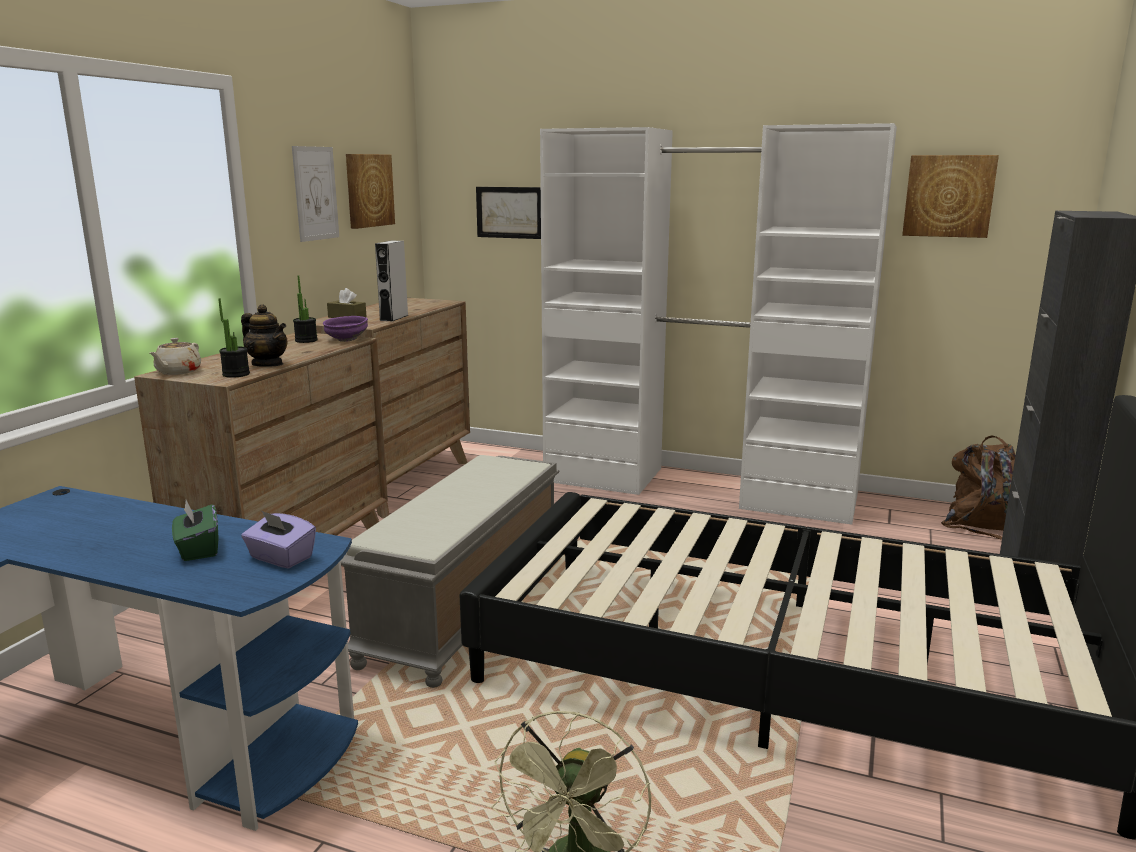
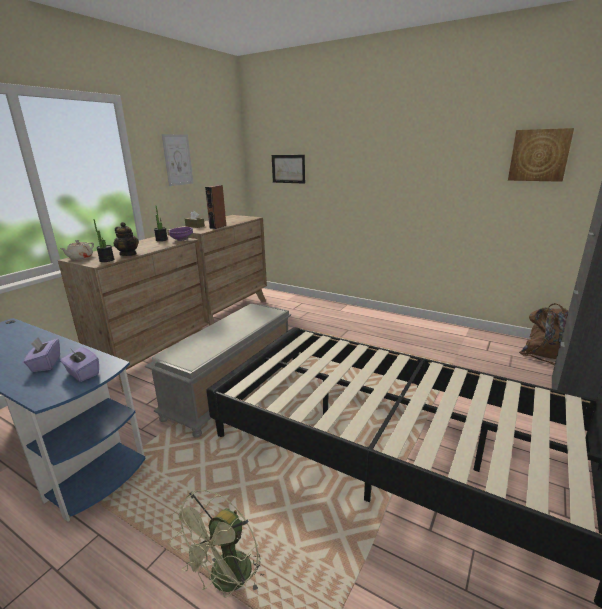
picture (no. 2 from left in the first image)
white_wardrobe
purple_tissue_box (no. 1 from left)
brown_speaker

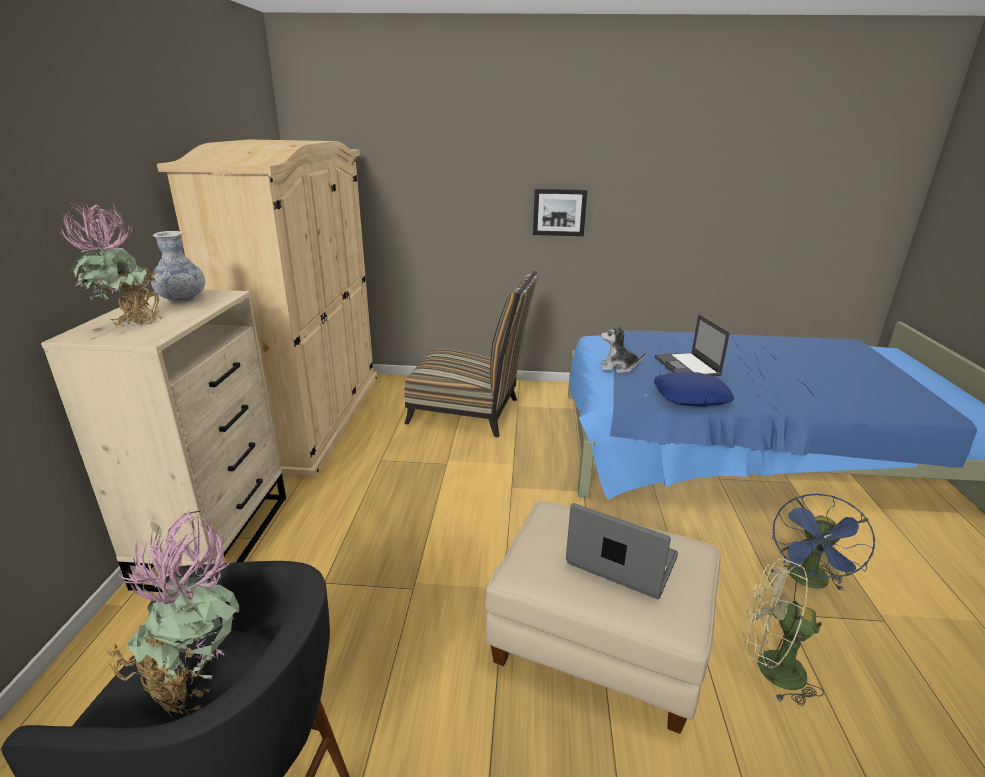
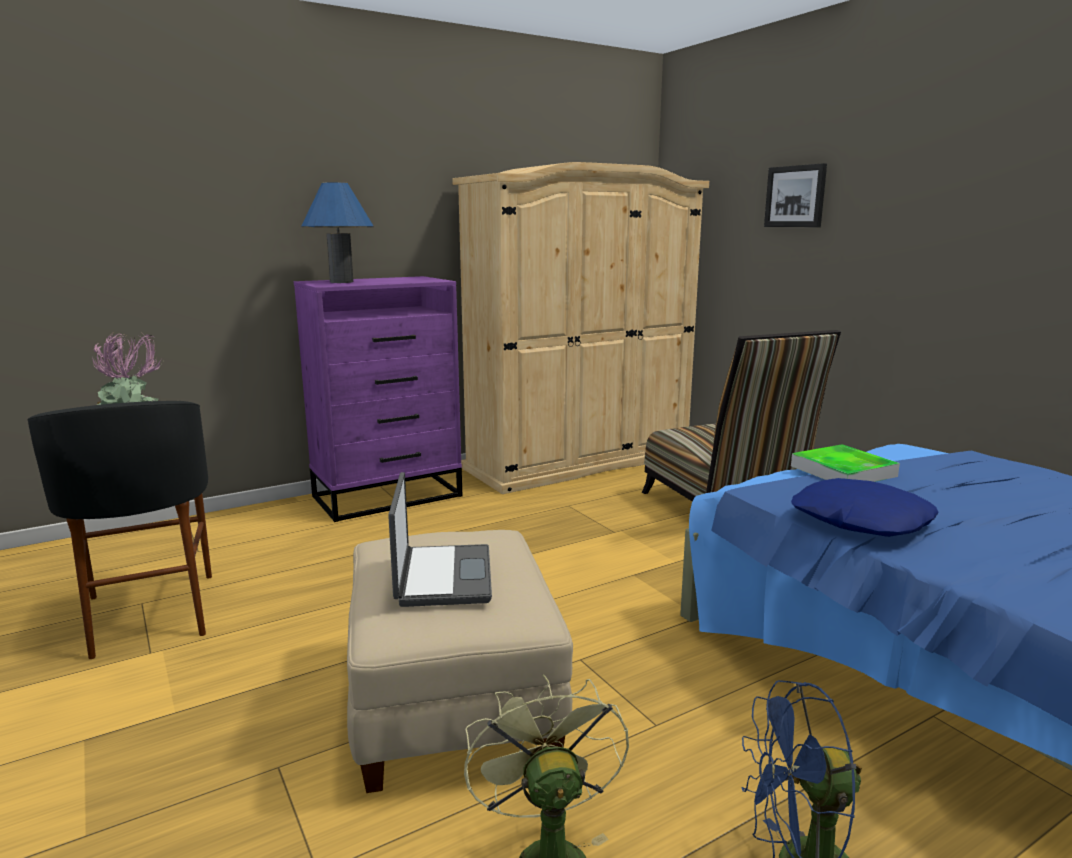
vase
laptop (no. 2 from left in the first image)
picture
blue_table_lamp
tray
purple_dresser

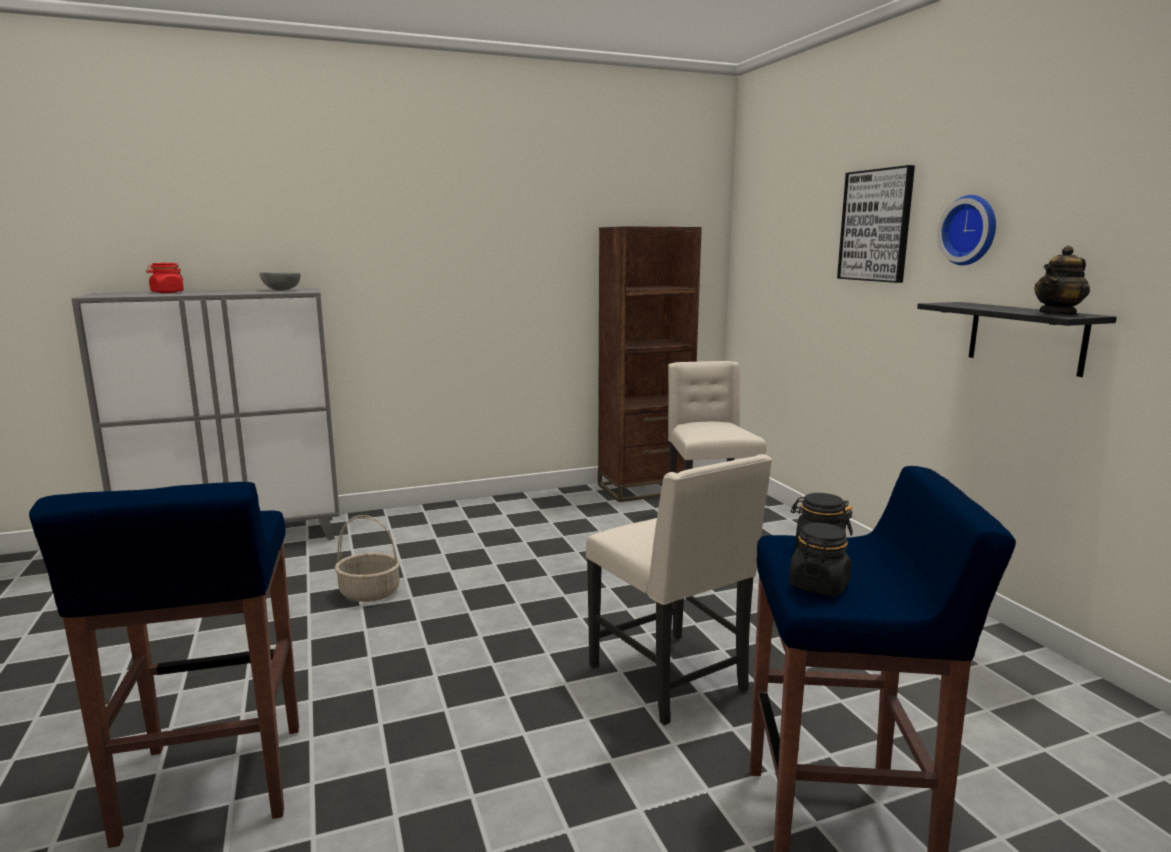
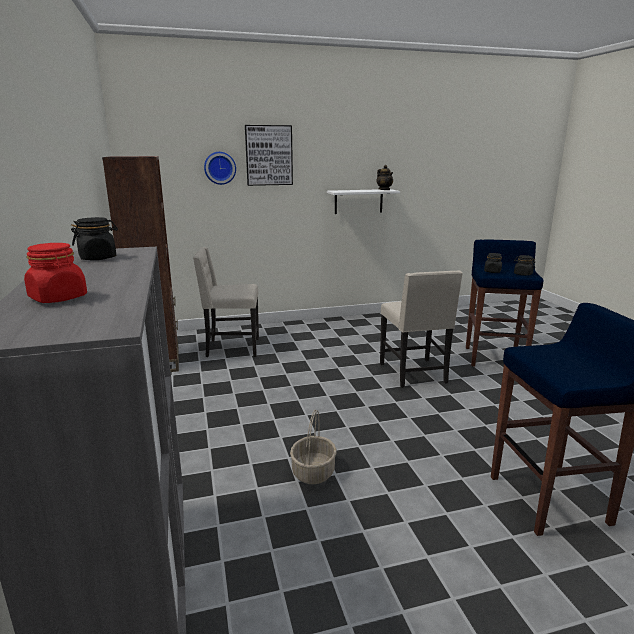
wall_clock
black_jar (no. 1 from left)
white_shelf
beige_chair (no. 2 from left)

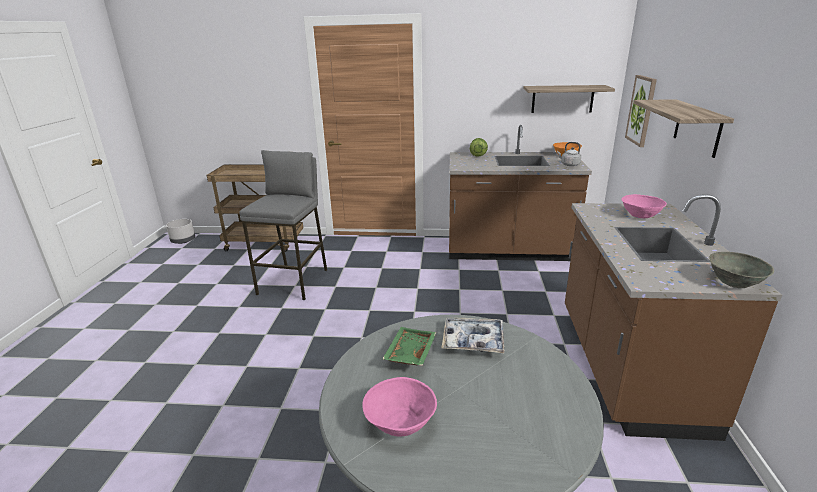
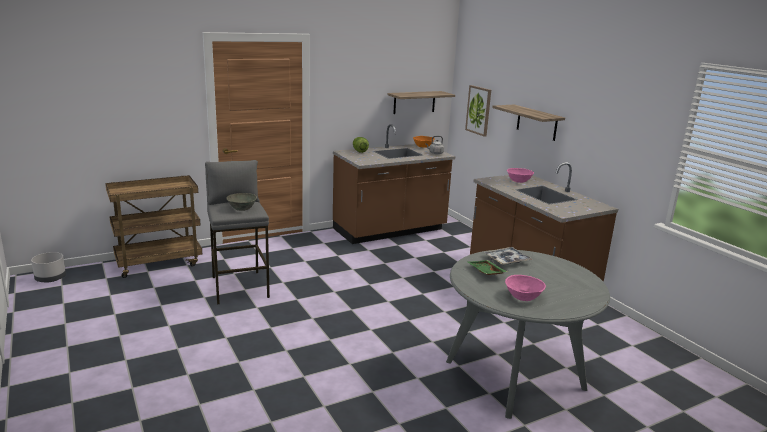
grey_bowl

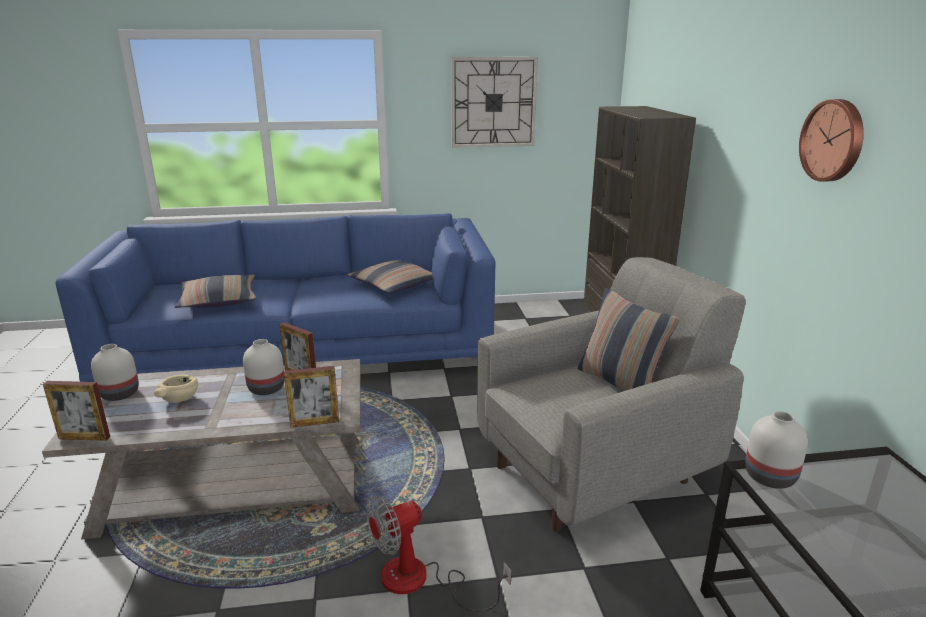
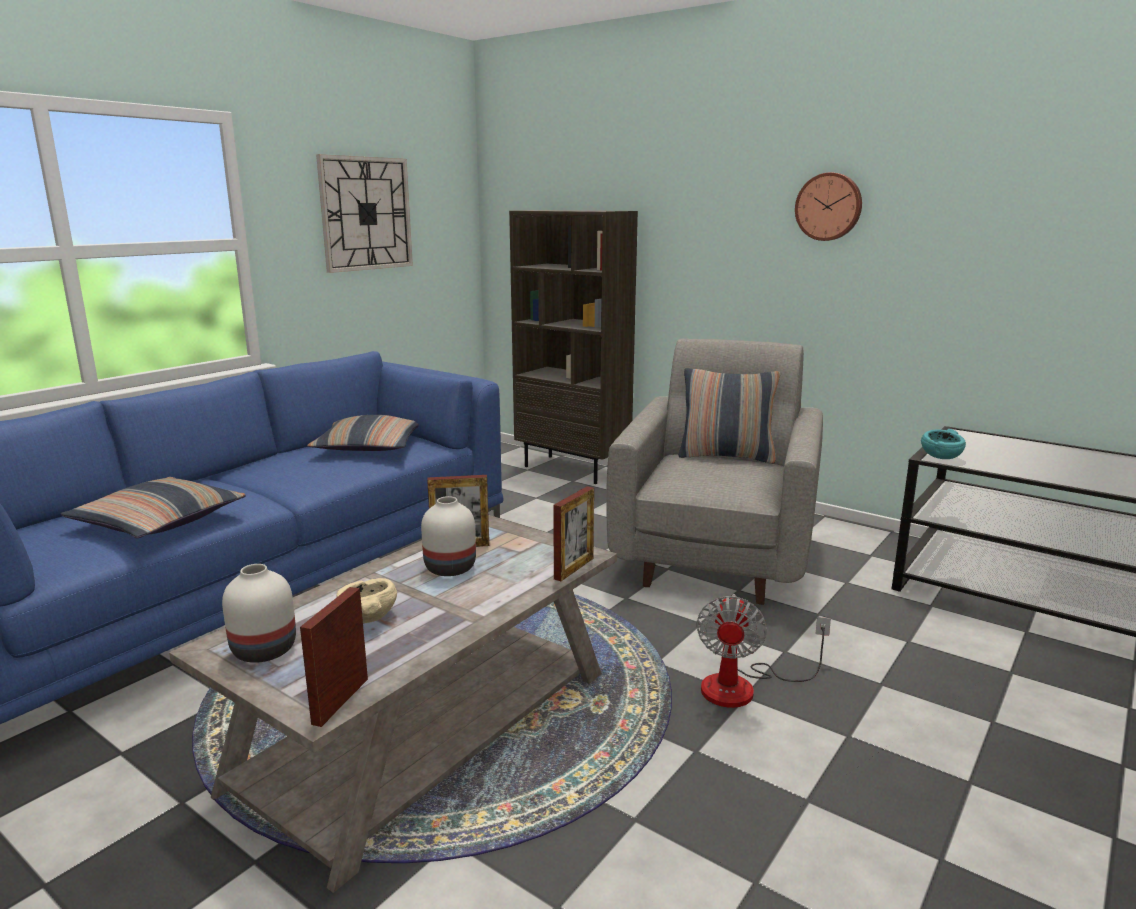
turquoise_bowl
picture_frame (no. 1 from left)

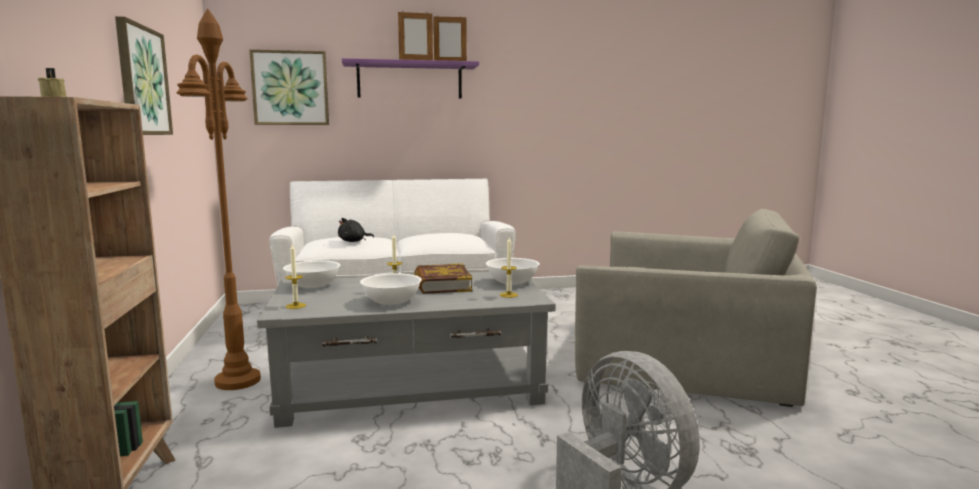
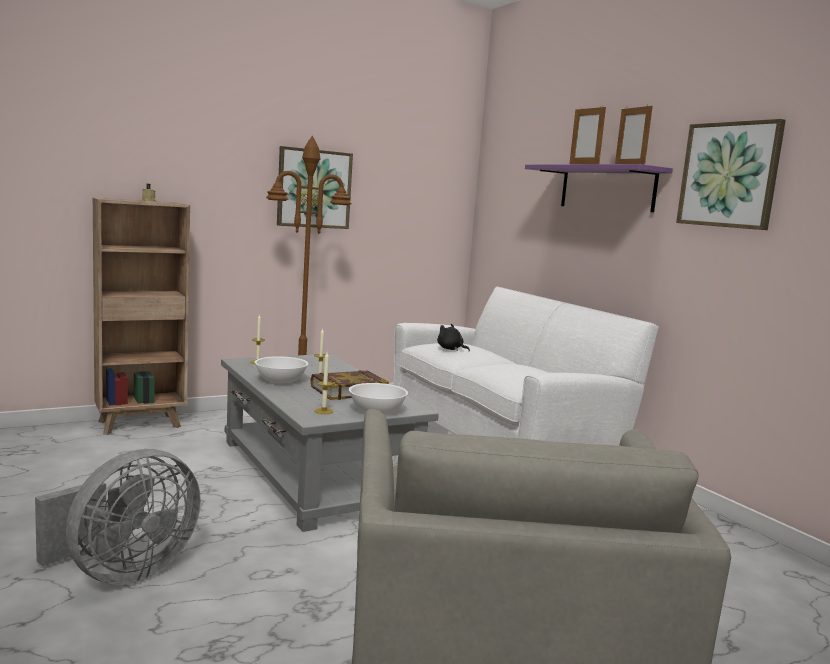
white_bowl (no. 1 from left in the first image)
picture (no. 2 from left)

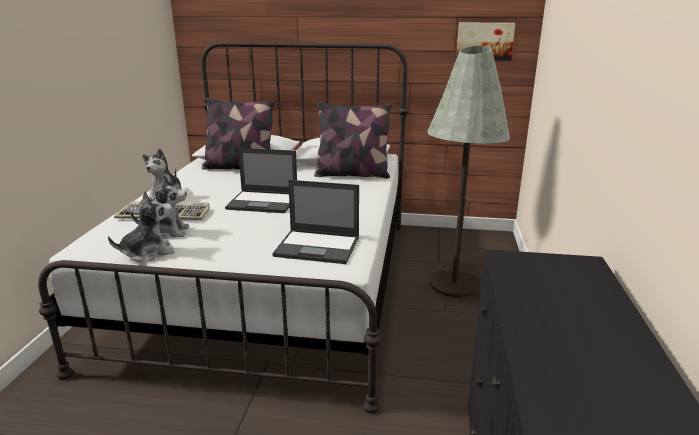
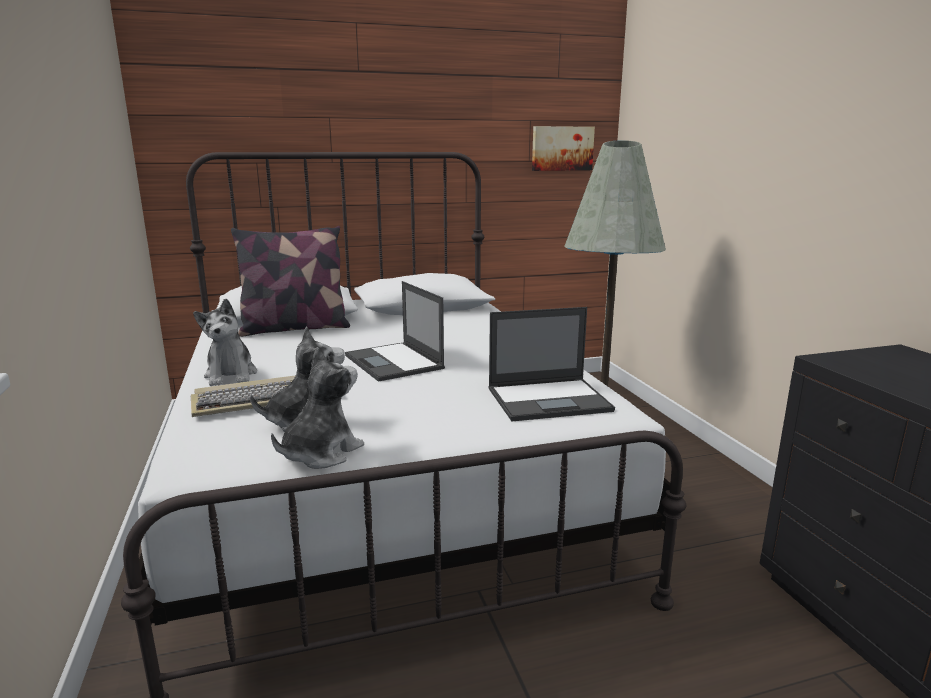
pillow (no. 2 from left in the first image)
laptop (no. 1 from left)

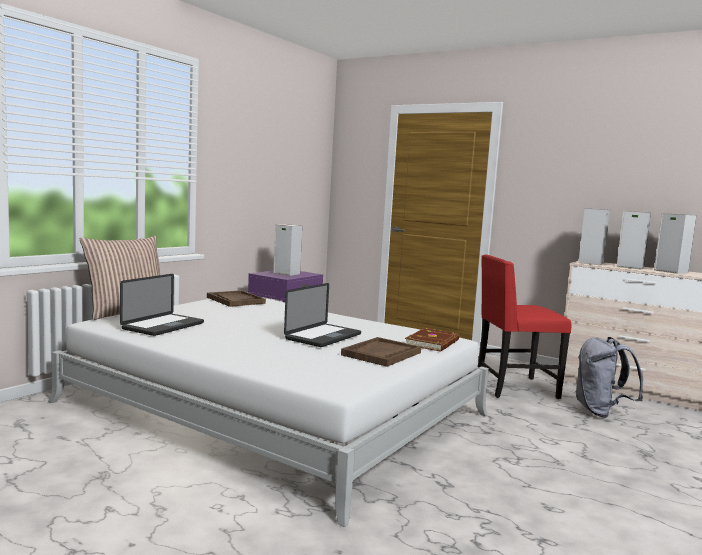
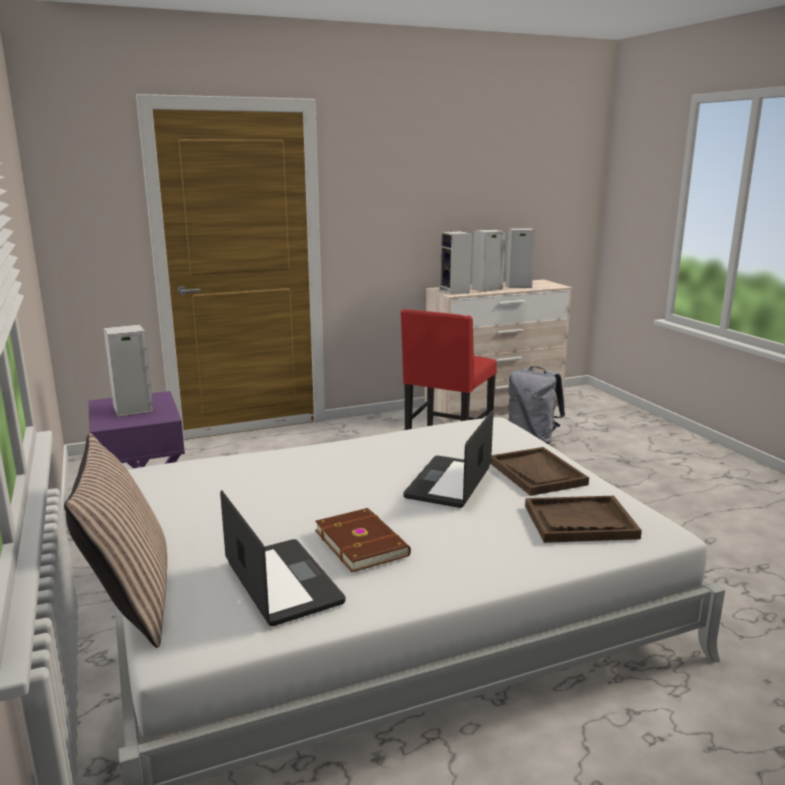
brown_tray (no. 2 from left)
brown_book
laptop (no. 2 from left)

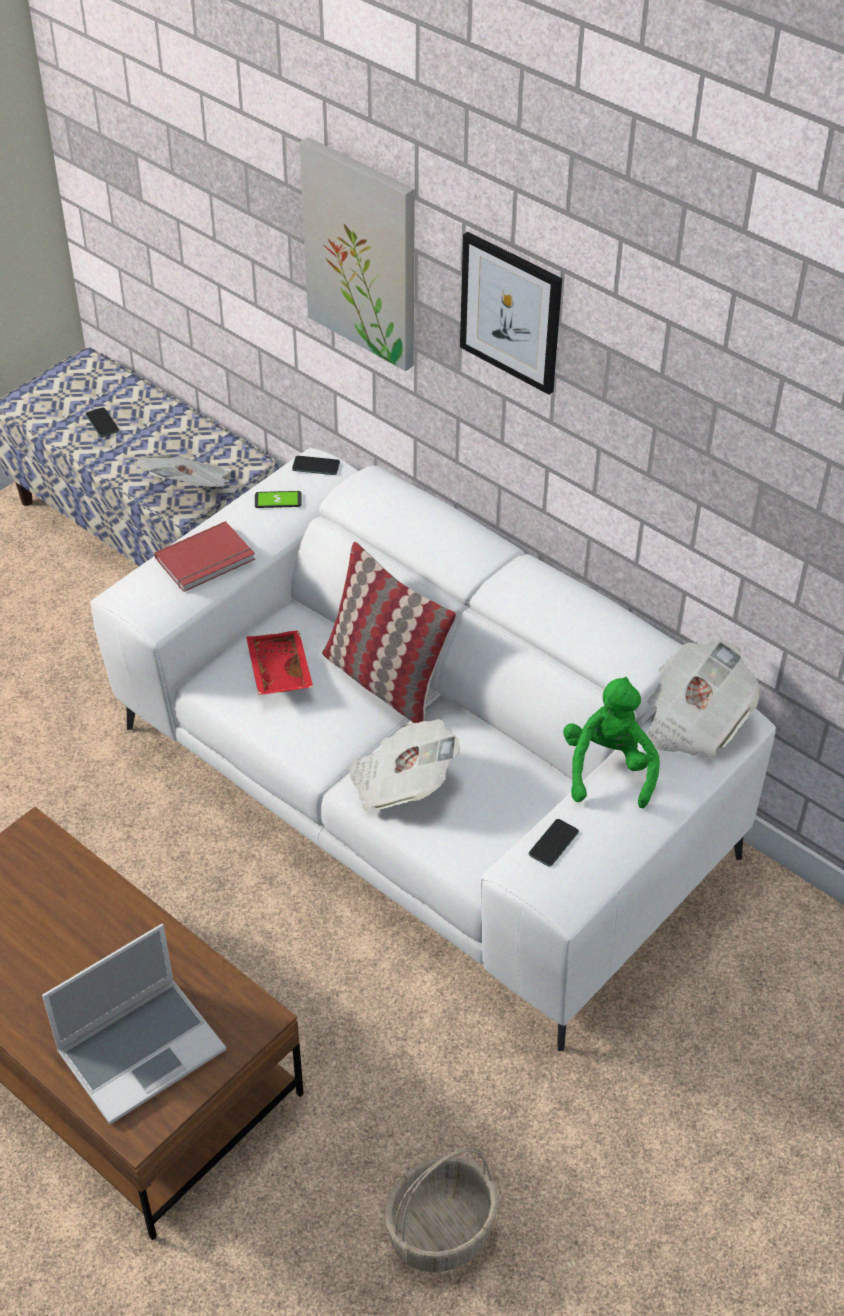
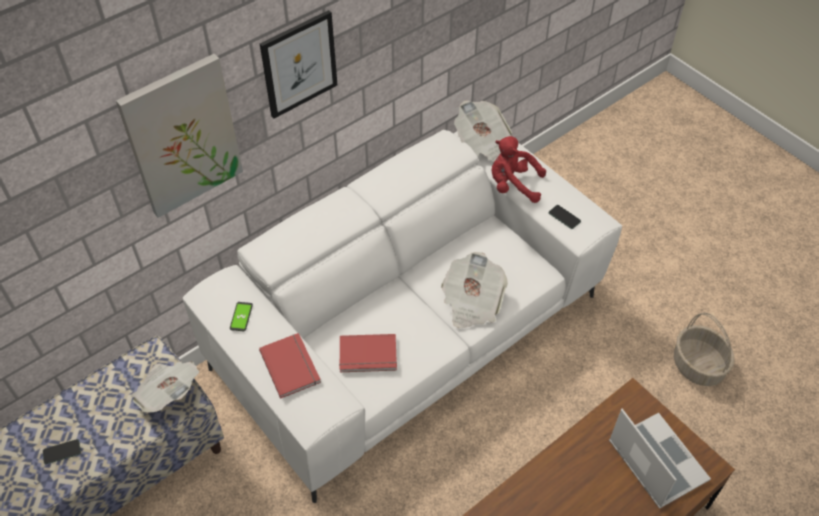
phone (no. 3 from left in the first image)
pillow
red_book (no. 2 from left)
red_plush_toy

